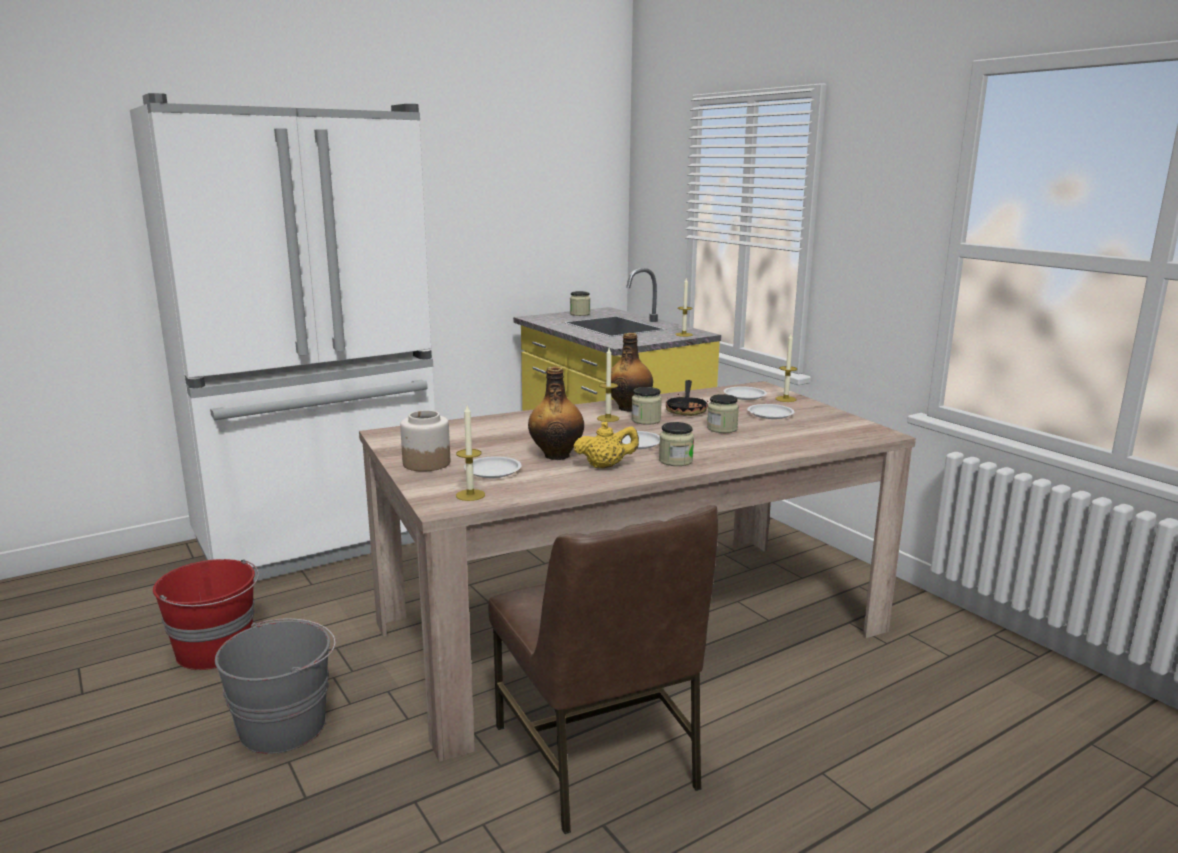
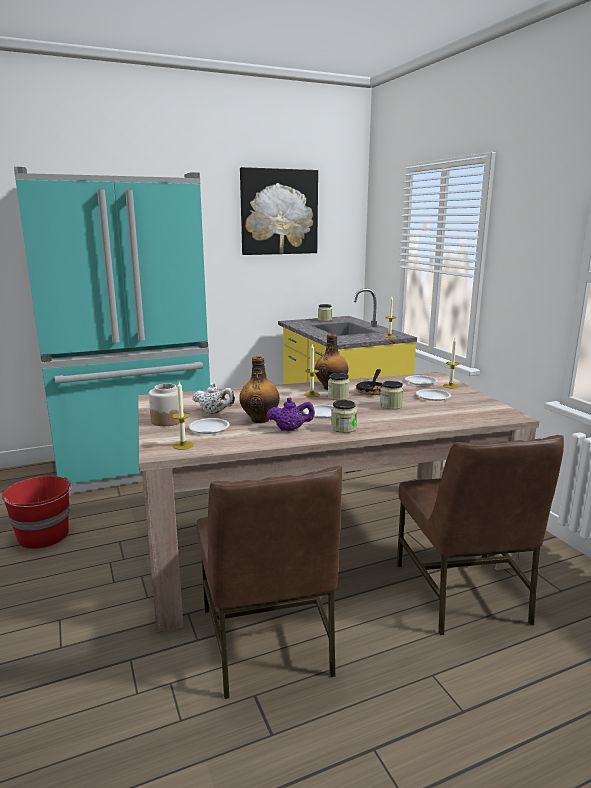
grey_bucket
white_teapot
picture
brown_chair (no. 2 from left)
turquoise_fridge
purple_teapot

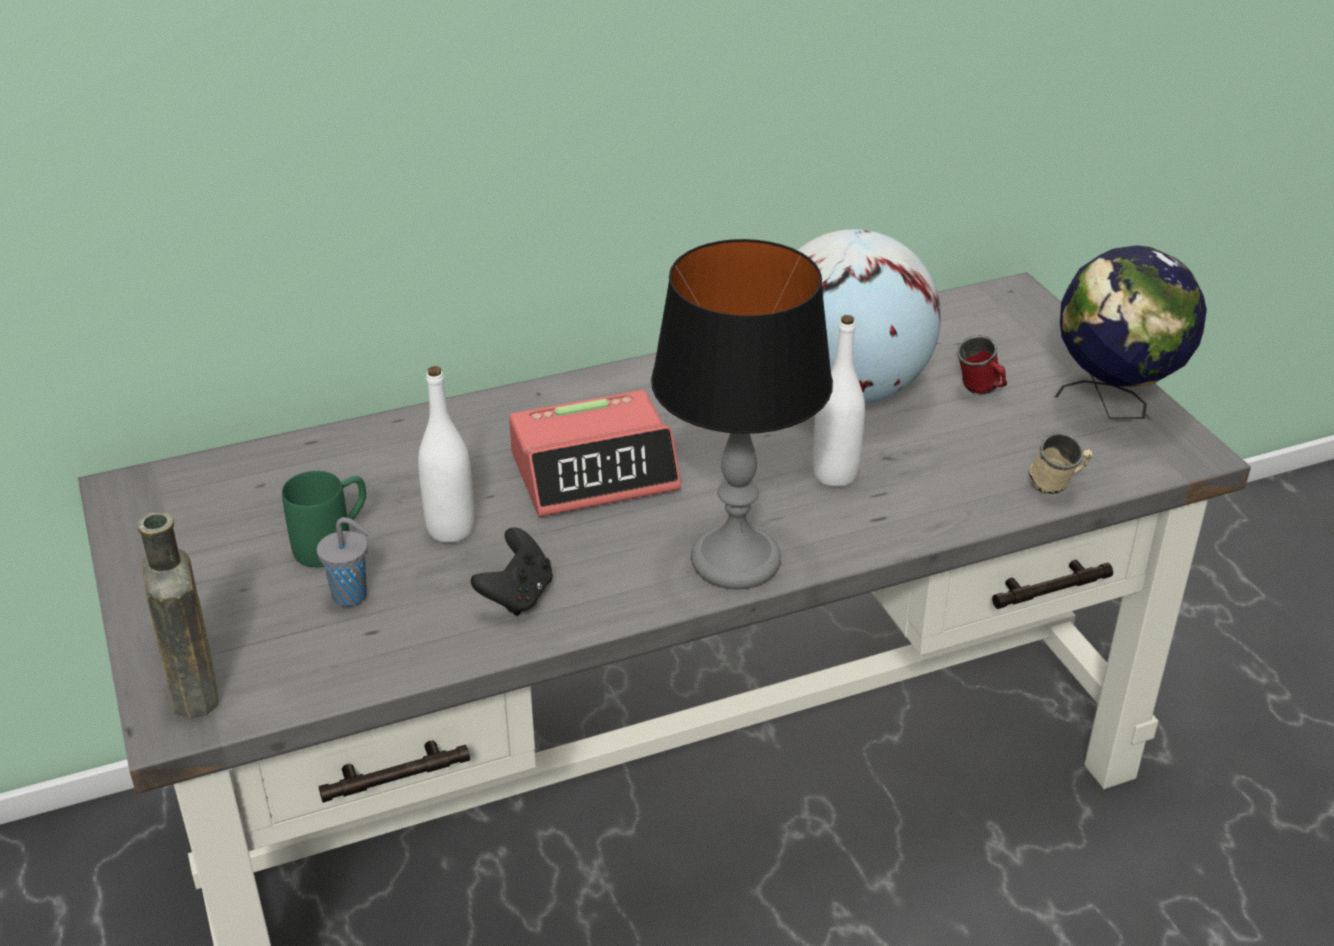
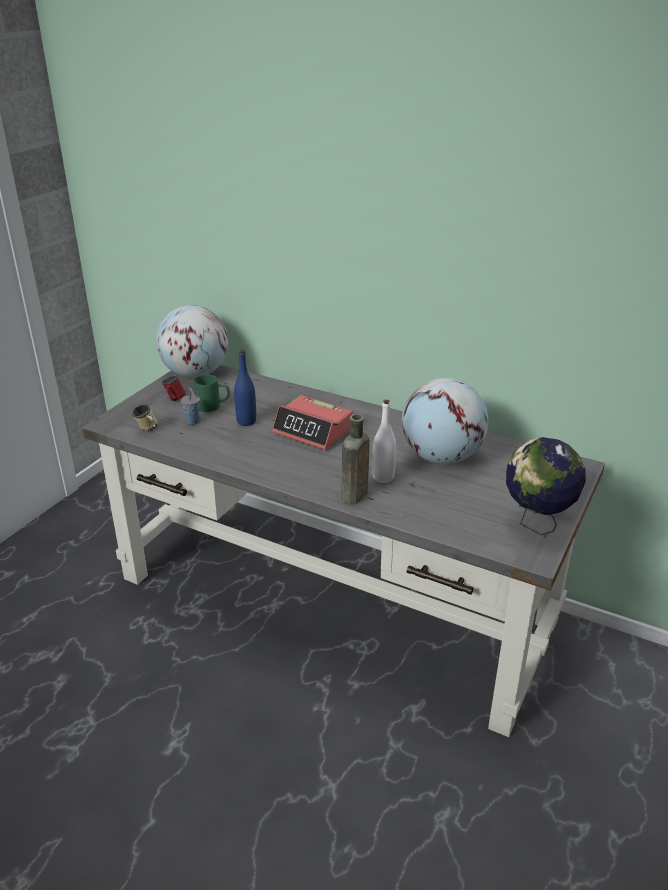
black_game_controller
table_lamp
globe (no. 1 from left)
brown_bottle
red_mug
beige_mug
blue_bottle

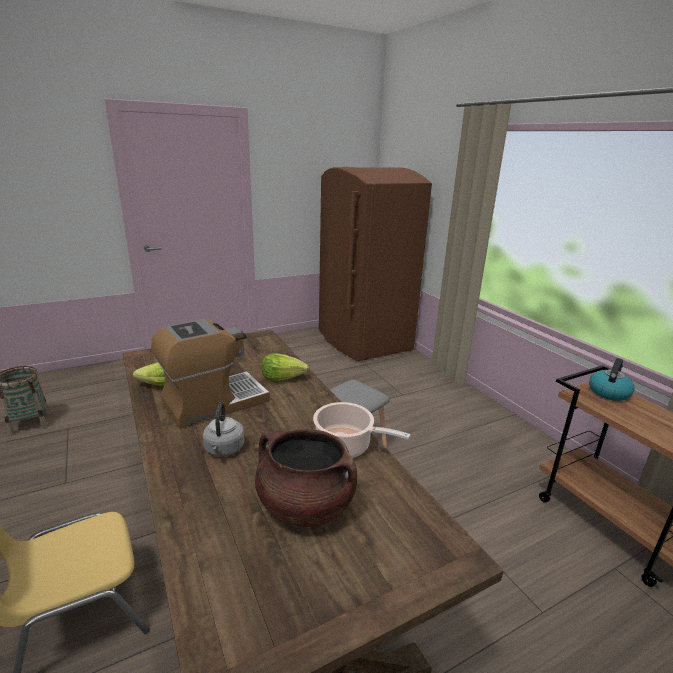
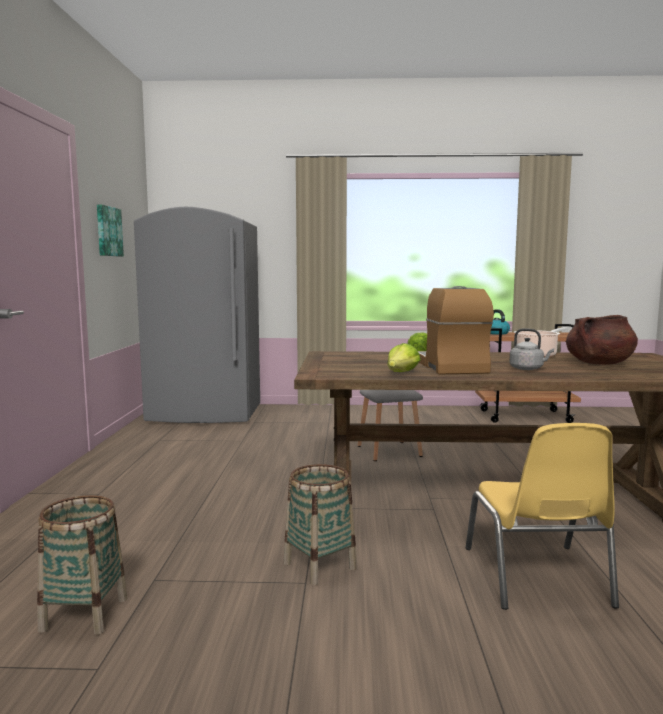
picture
basket (no. 2 from left)
grey_fridge

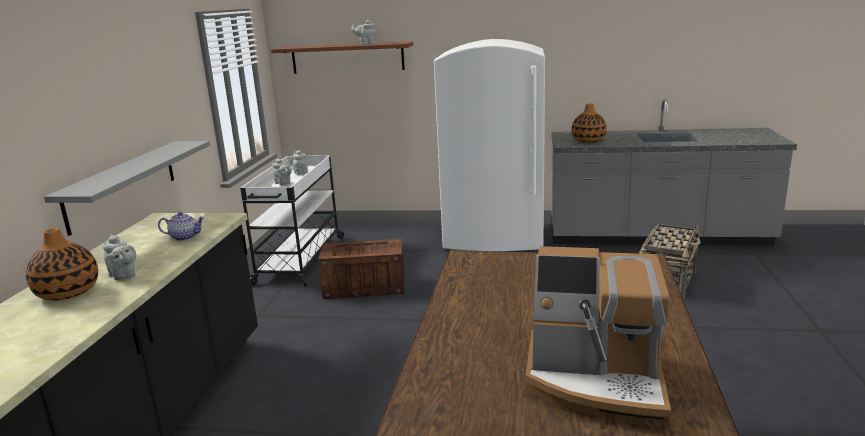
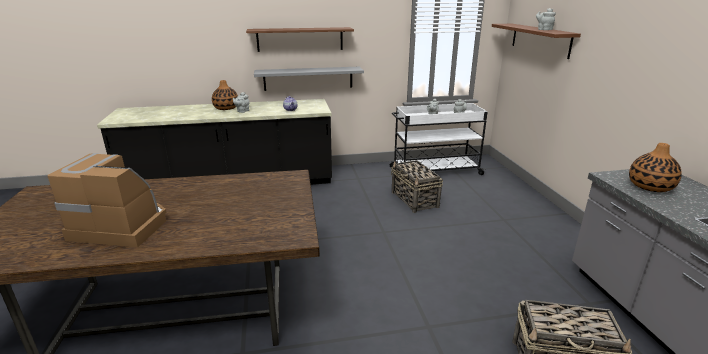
white_fridge
brown_shelf (no. 1 from left)
basket (no. 1 from left)
coffee_machine

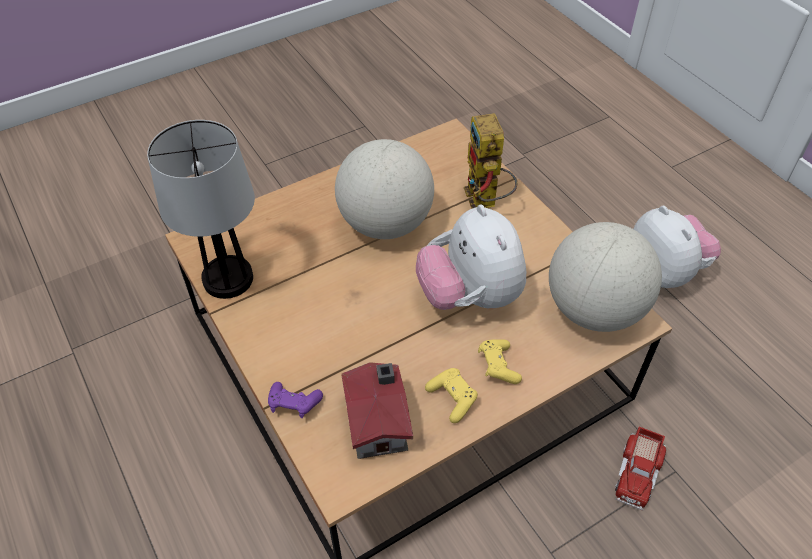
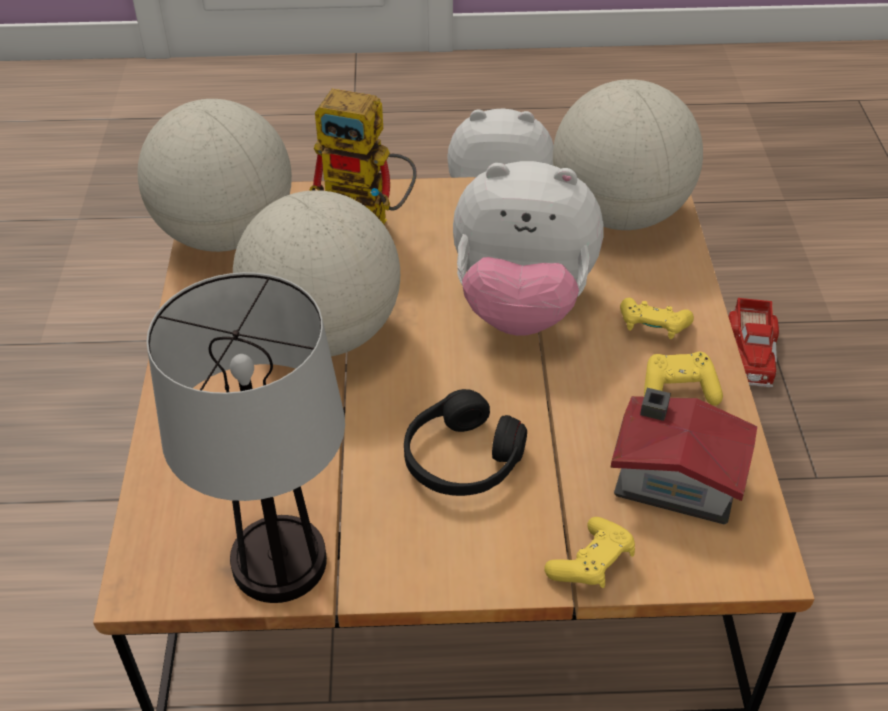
globe (no. 1 from left)
black_headphones
yellow_game_controller (no. 1 from left)
toy_truck

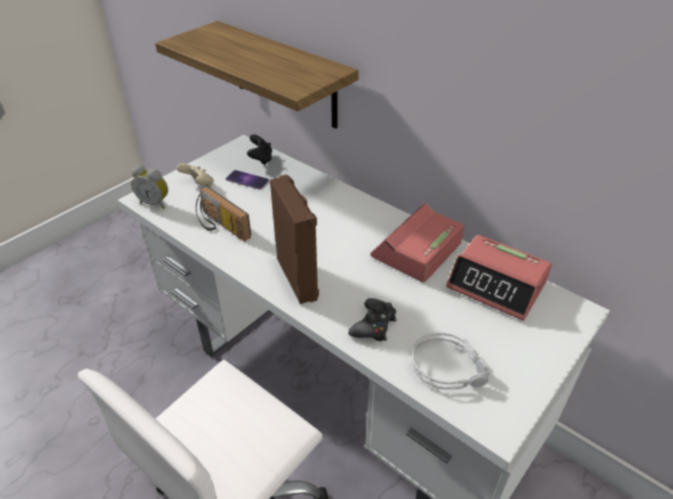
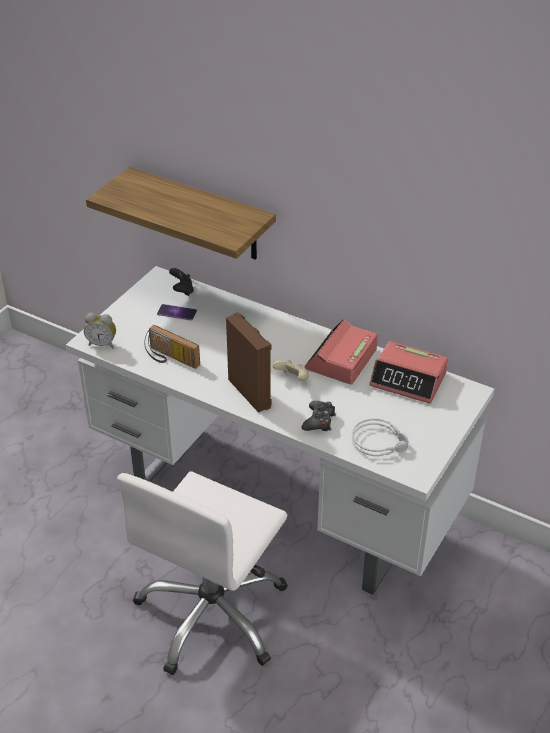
beige_game_controller

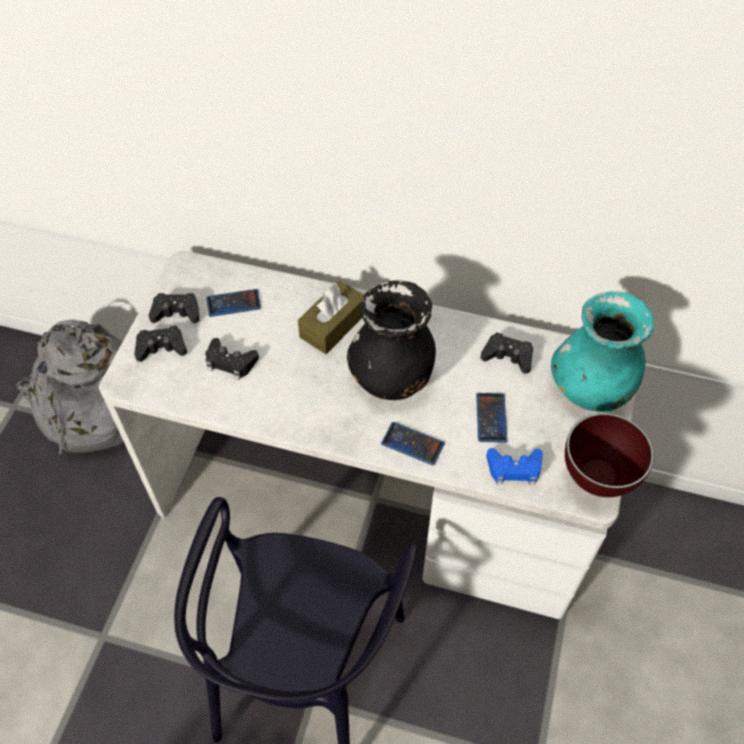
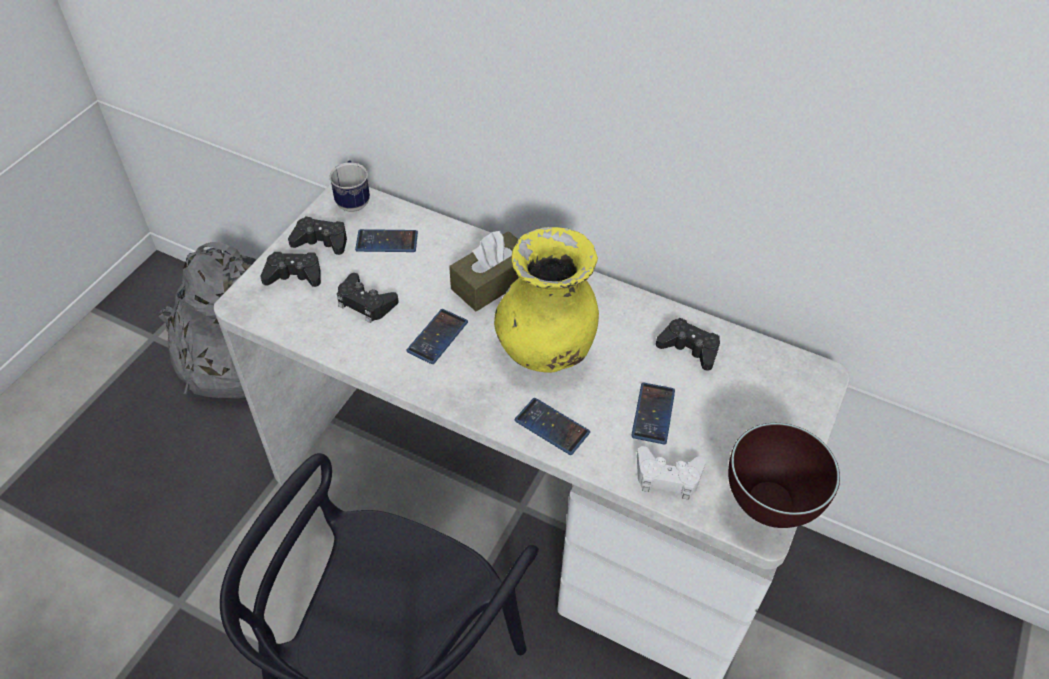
turquoise_vase
mug
phone (no. 2 from left)
yellow_vase
white_game_controller

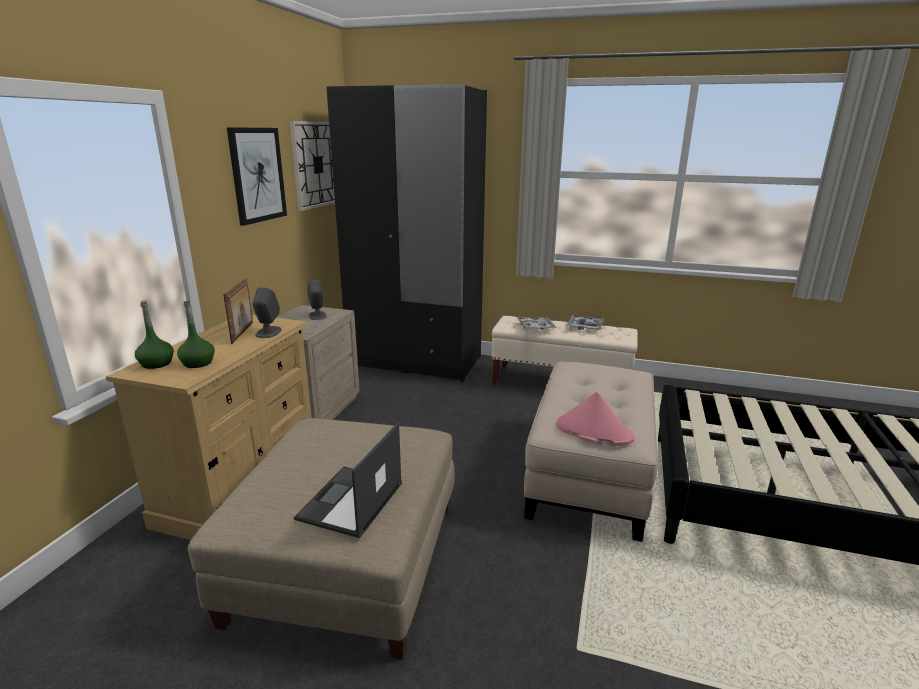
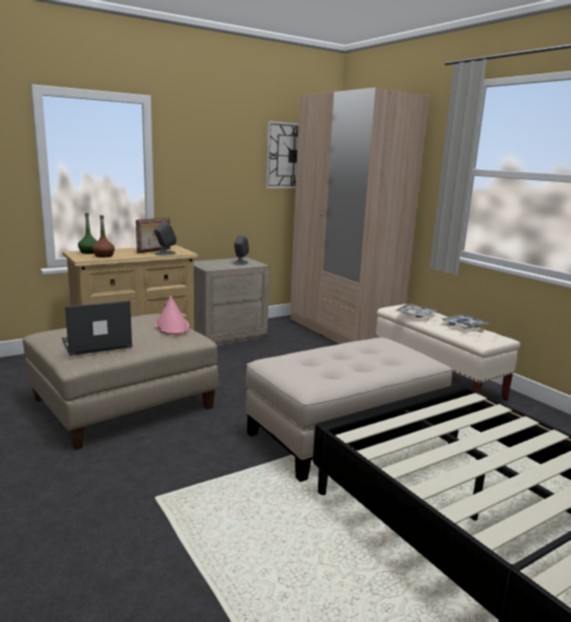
picture
pink_hat
brown_bottle
beige_wardrobe

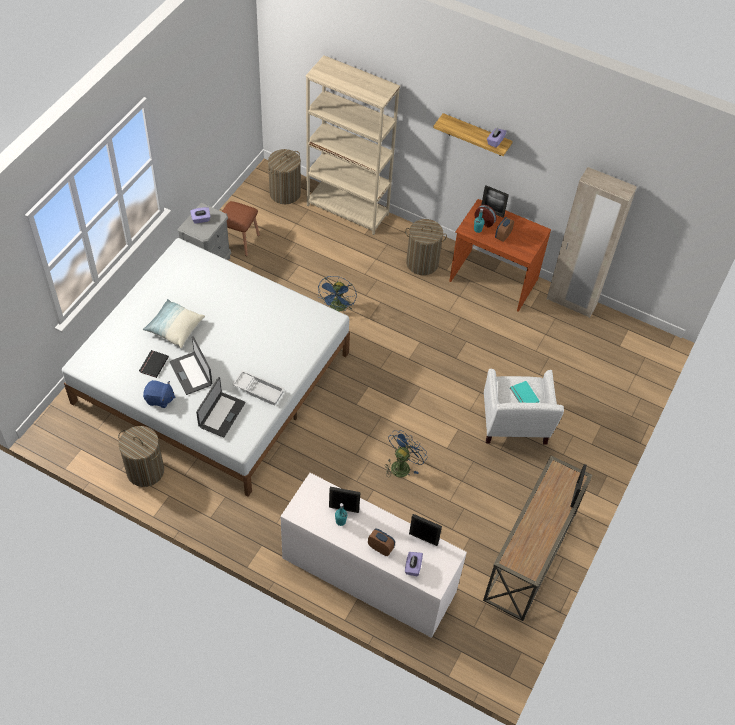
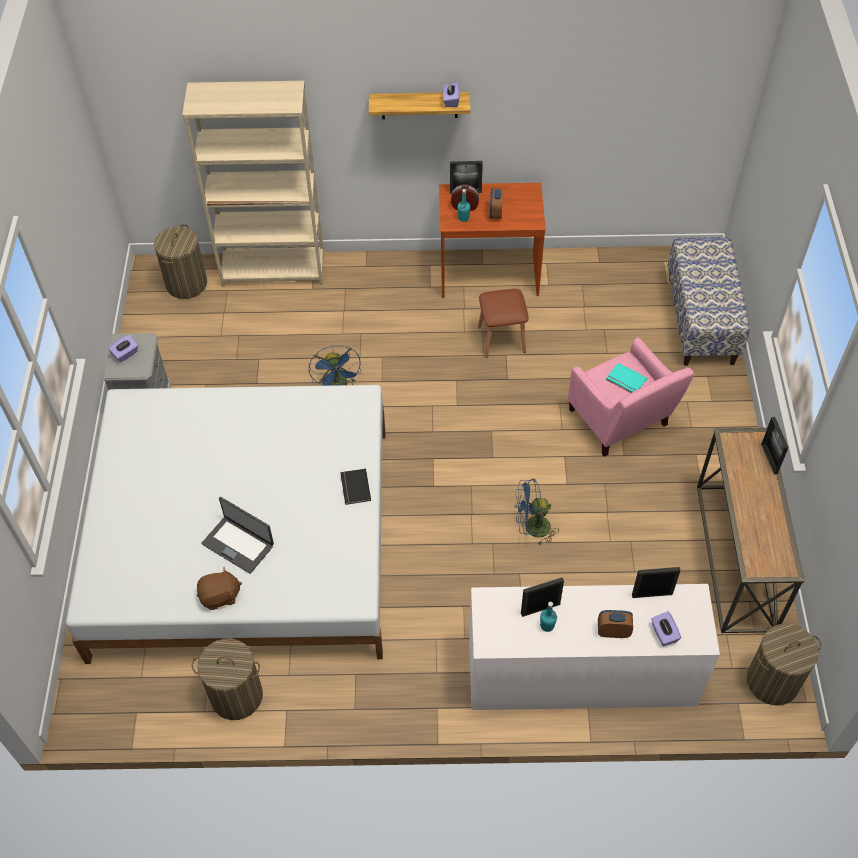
pillow
laptop (no. 2 from left in the first image)
white_tray
beige_wardrobe
bench
black_book
brown_stool
laundry_basket (no. 3 from left)
brown_plush_toy
pink_armchair
blue_fan (no. 2 from left)

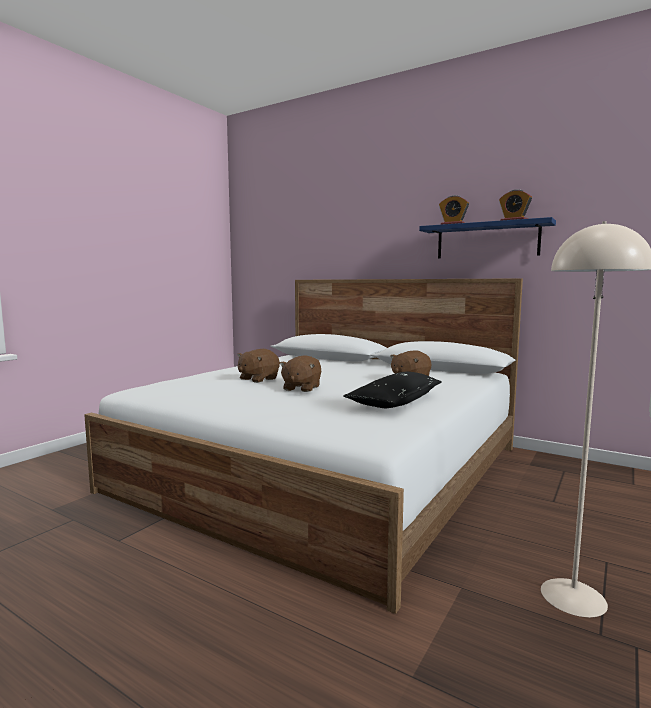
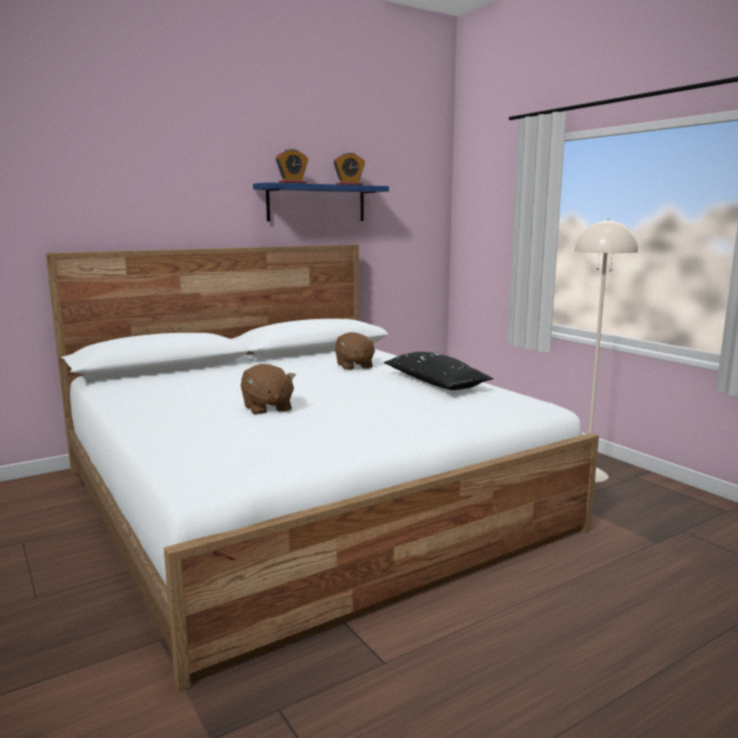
brown_plush_toy (no. 2 from left in the first image)

